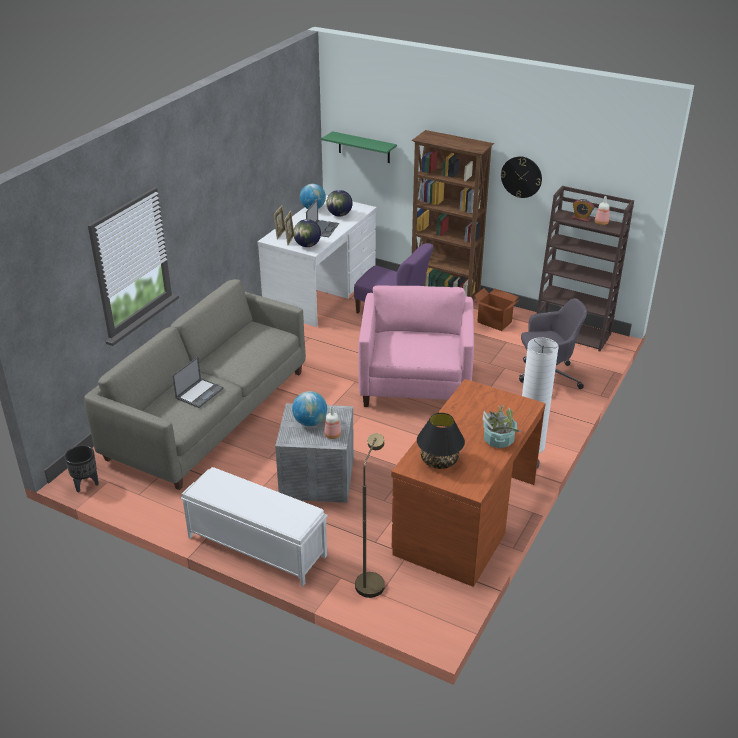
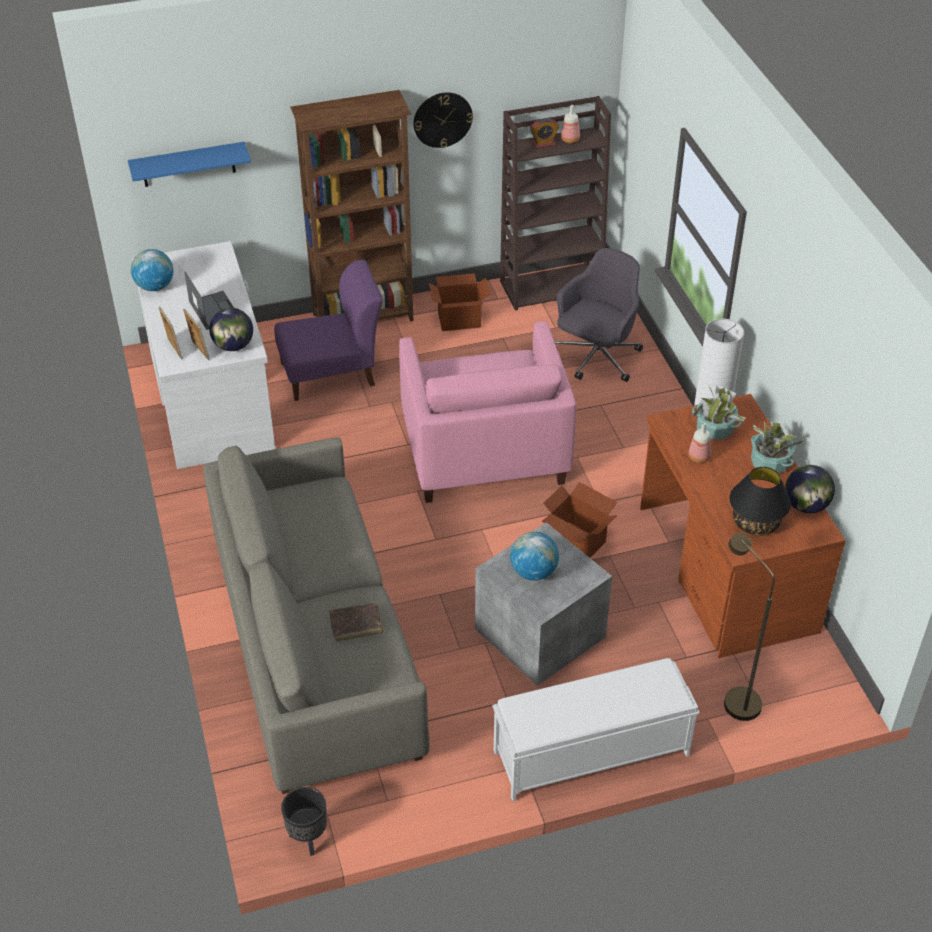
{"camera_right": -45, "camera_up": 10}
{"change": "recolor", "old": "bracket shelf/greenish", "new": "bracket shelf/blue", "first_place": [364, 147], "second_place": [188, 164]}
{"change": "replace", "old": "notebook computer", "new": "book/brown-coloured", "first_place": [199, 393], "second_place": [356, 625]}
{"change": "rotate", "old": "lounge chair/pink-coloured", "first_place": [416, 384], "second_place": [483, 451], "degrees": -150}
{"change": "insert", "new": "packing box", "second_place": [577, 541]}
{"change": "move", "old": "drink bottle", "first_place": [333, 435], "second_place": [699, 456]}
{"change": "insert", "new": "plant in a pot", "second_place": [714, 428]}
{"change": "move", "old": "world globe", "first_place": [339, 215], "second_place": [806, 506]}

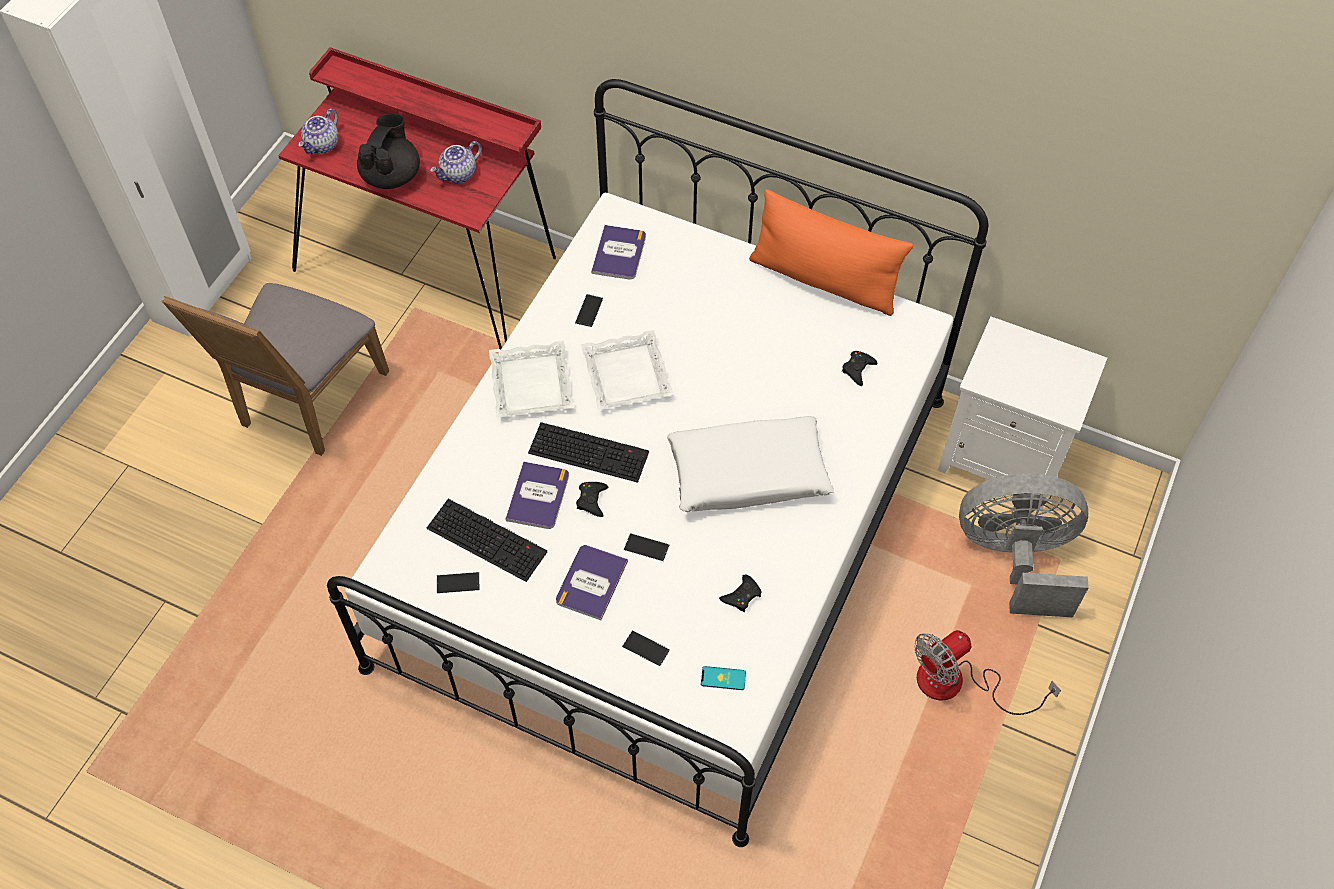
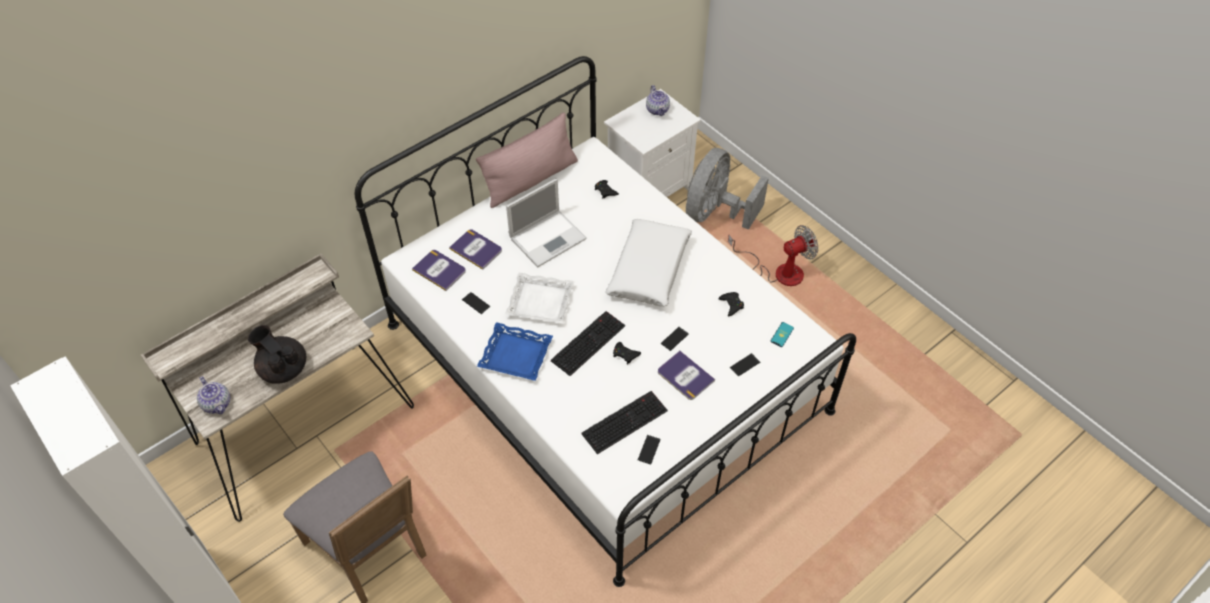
{"camera_right": -65, "camera_up": -5}
{"change": "recolor", "old": "desk unit/red-coloured", "new": "desk unit/beige-coloured", "first_place": [432, 262], "second_place": [301, 424]}
{"change": "move", "old": "book", "first_place": [538, 496], "second_place": [476, 249]}
{"change": "recolor", "old": "cushion/orangey", "new": "cushion/pink-coloured", "first_place": [824, 280], "second_place": [531, 180]}
{"change": "recolor", "old": "tray/white", "new": "tray/blue", "first_place": [532, 384], "second_place": [516, 355]}
{"change": "insert", "new": "notebook computer", "second_place": [549, 238]}
{"change": "move", "old": "pot for tea", "first_place": [458, 174], "second_place": [658, 110]}
{"change": "rotate", "old": "fan", "first_place": [957, 684], "second_place": [778, 271], "degrees": -105}

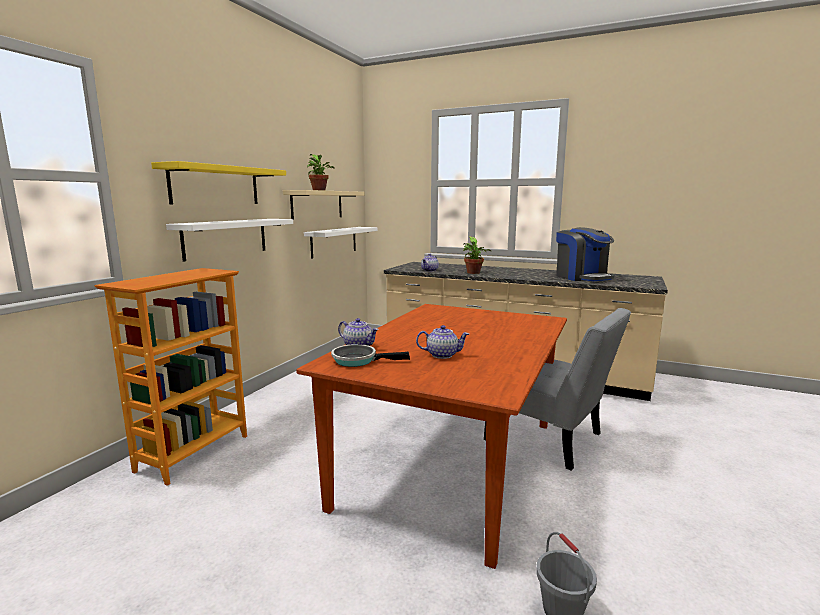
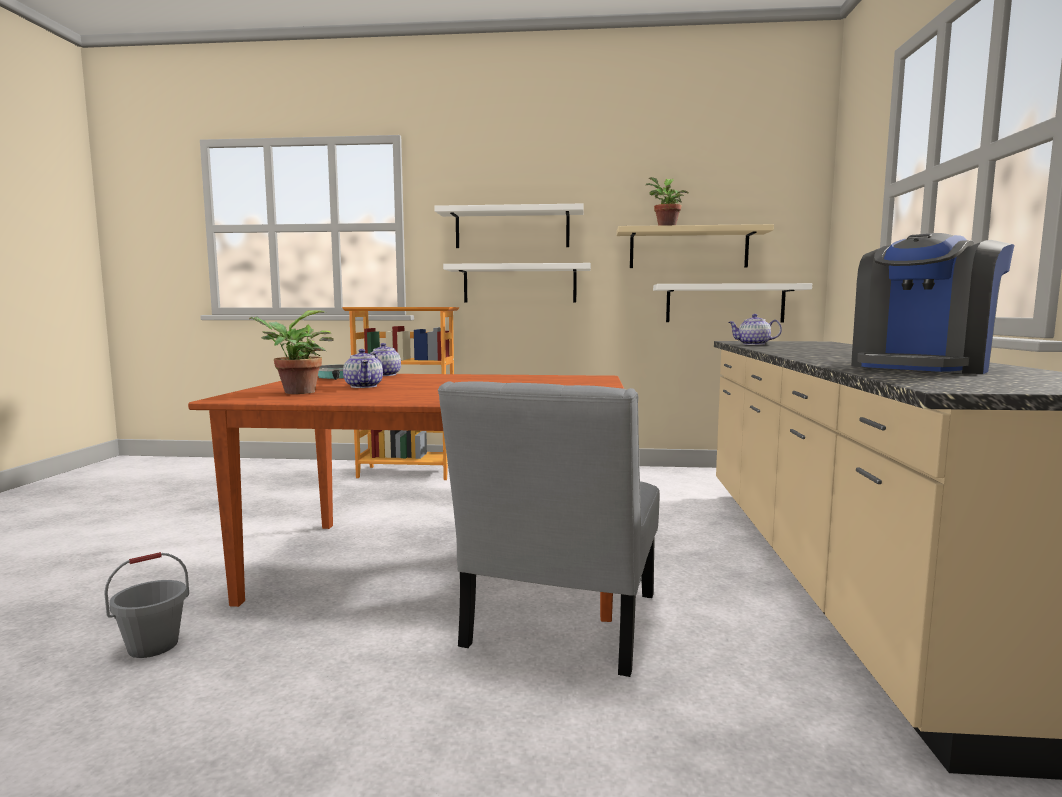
{"camera_right": 70, "camera_up": -5}
{"change": "move", "old": "plant in a pot", "first_place": [474, 273], "second_place": [295, 392]}
{"change": "recolor", "old": "bracket shelf/yellowish", "new": "bracket shelf/white", "first_place": [215, 185], "second_place": [512, 228]}

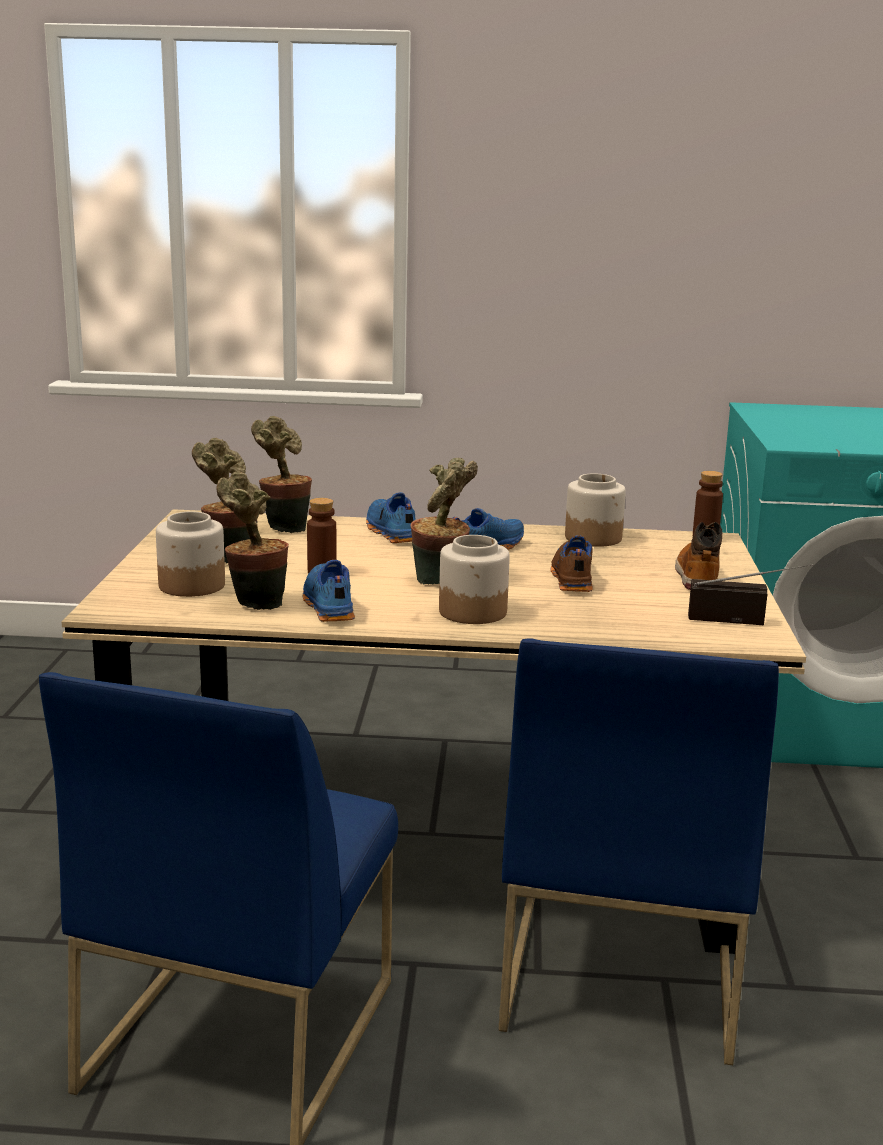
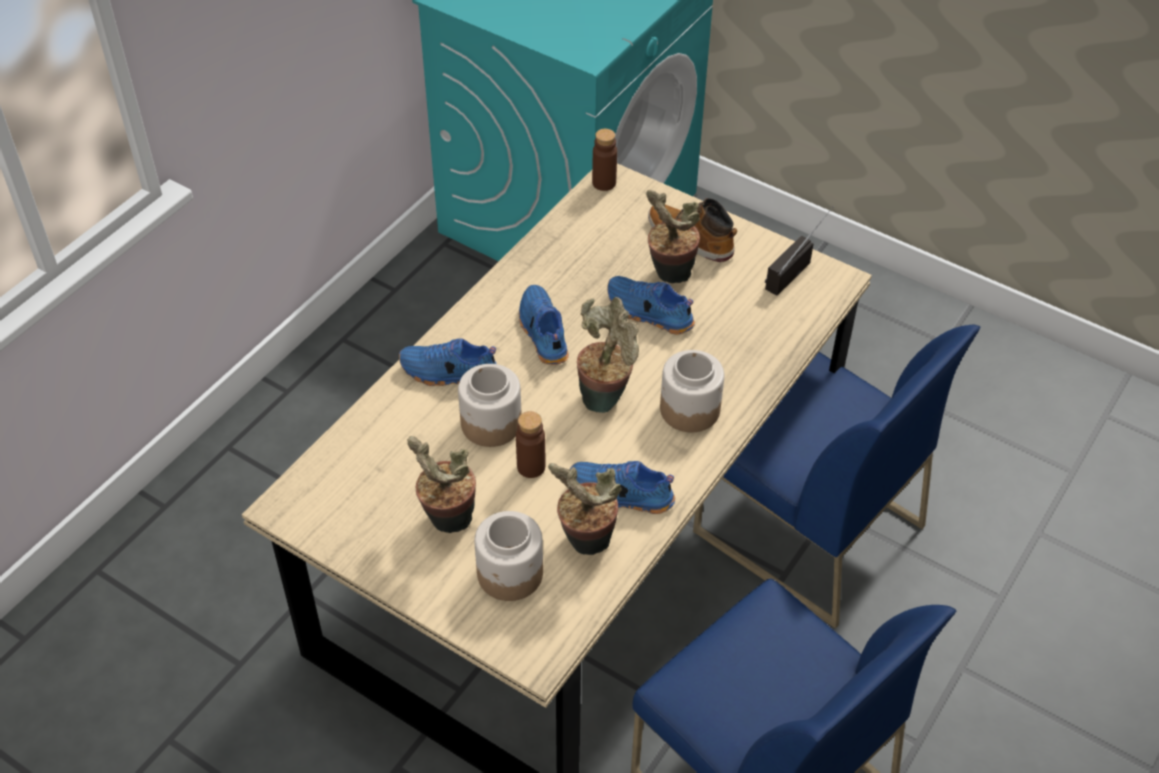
{"camera_right": -60, "camera_up": 30}
{"change": "move", "old": "storage jar", "first_place": [593, 538], "second_place": [490, 423]}
{"change": "recolor", "old": "low shoe/brown-coloured", "new": "low shoe/blue", "first_place": [571, 578], "second_place": [648, 313]}
{"change": "move", "old": "plant in a pot", "first_place": [284, 528], "second_place": [669, 274]}

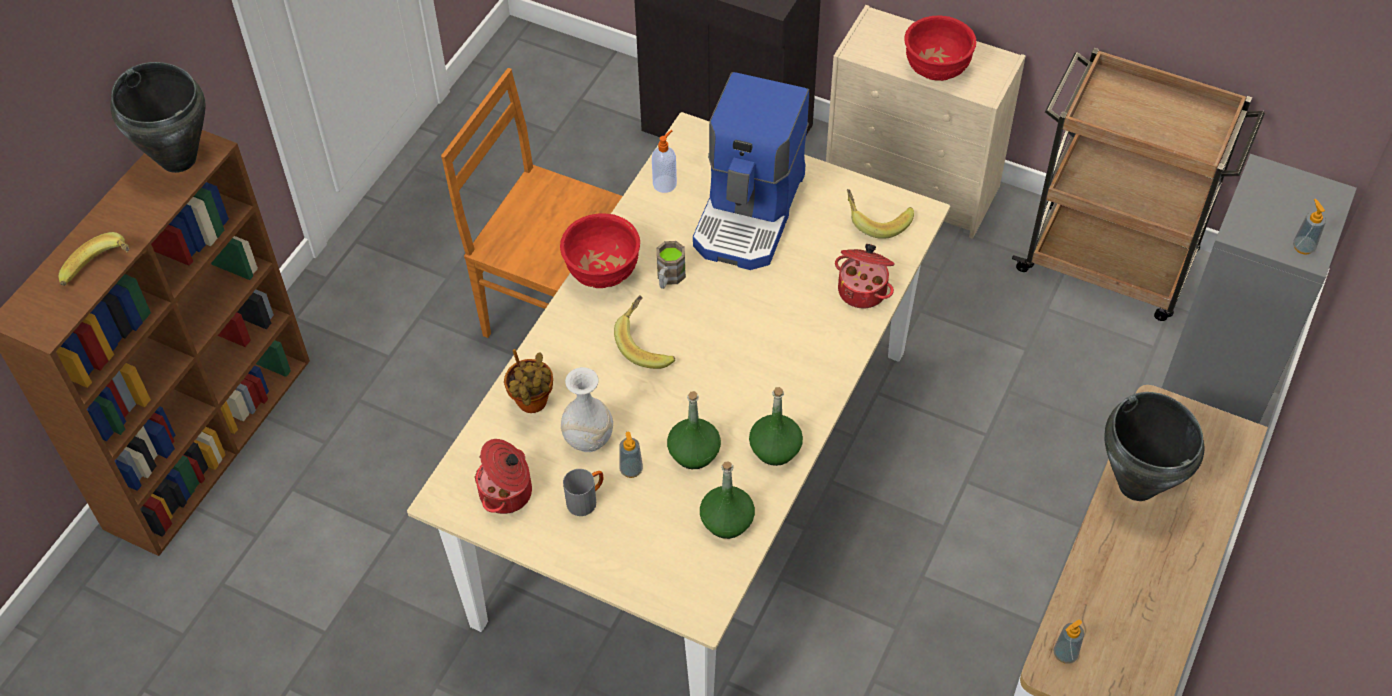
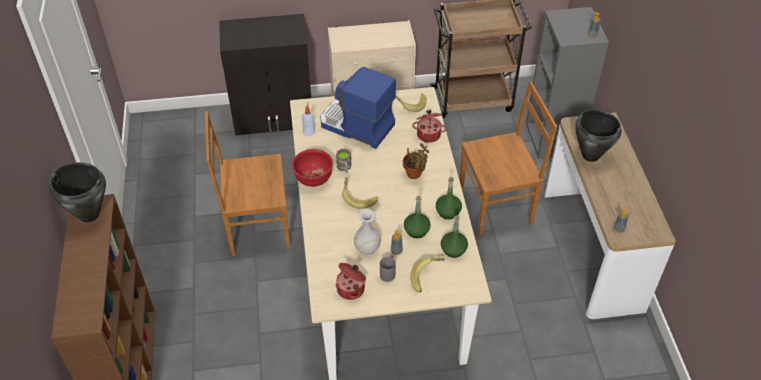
{"camera_right": -35, "camera_up": -5}
{"change": "rotate", "old": "coffee maker", "first_place": [750, 213], "second_place": [356, 126], "degrees": 135}
{"change": "move", "old": "plant in a pot", "first_place": [532, 404], "second_place": [415, 175]}
{"change": "move", "old": "banana", "first_place": [102, 272], "second_place": [427, 278]}
{"change": "insert", "new": "plain chair/brown-coloured", "second_place": [497, 206]}
{"change": "delete", "old": "serving bowl/red-coloured", "first_place": [935, 69]}

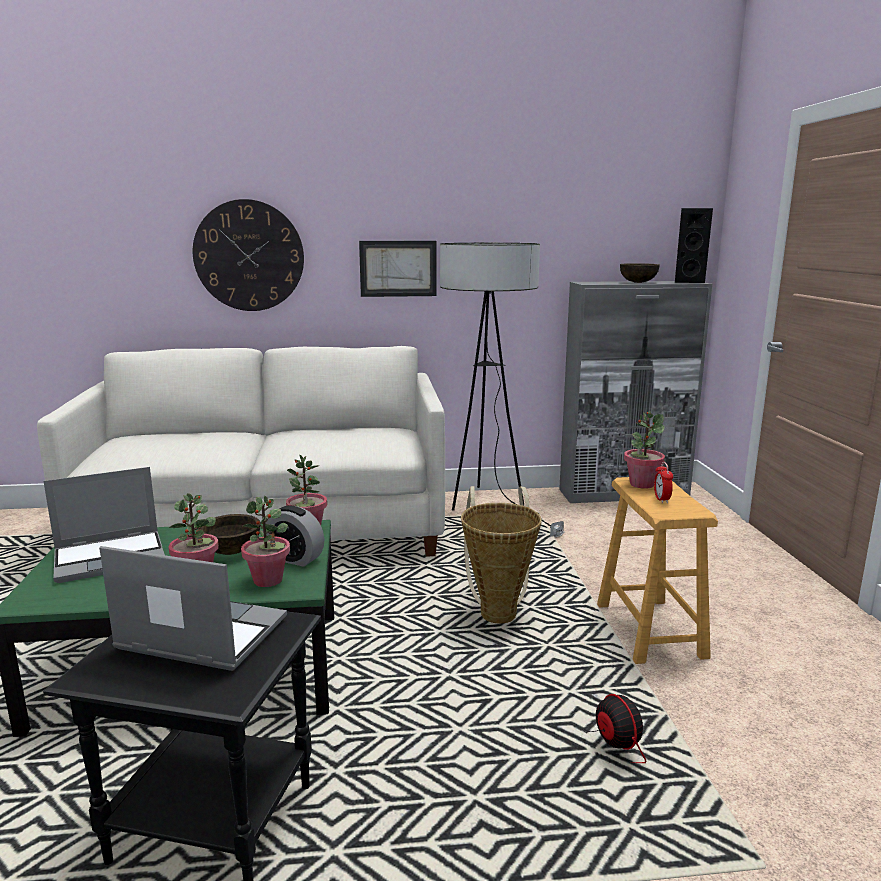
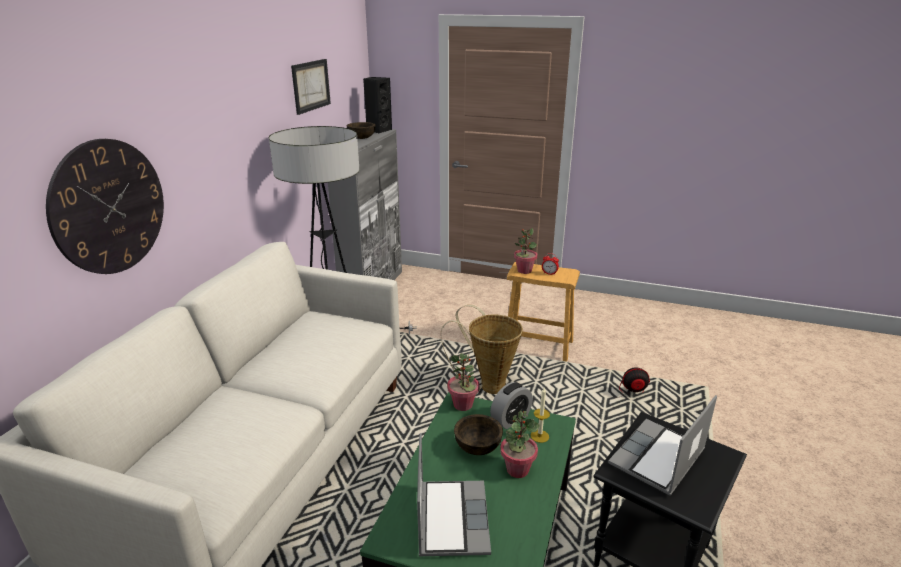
{"camera_right": -65, "camera_up": 10}
{"change": "move", "old": "picture", "first_place": [398, 268], "second_place": [311, 85]}
{"change": "replace", "old": "plant in a pot", "new": "wax light", "first_place": [268, 580], "second_place": [539, 436]}

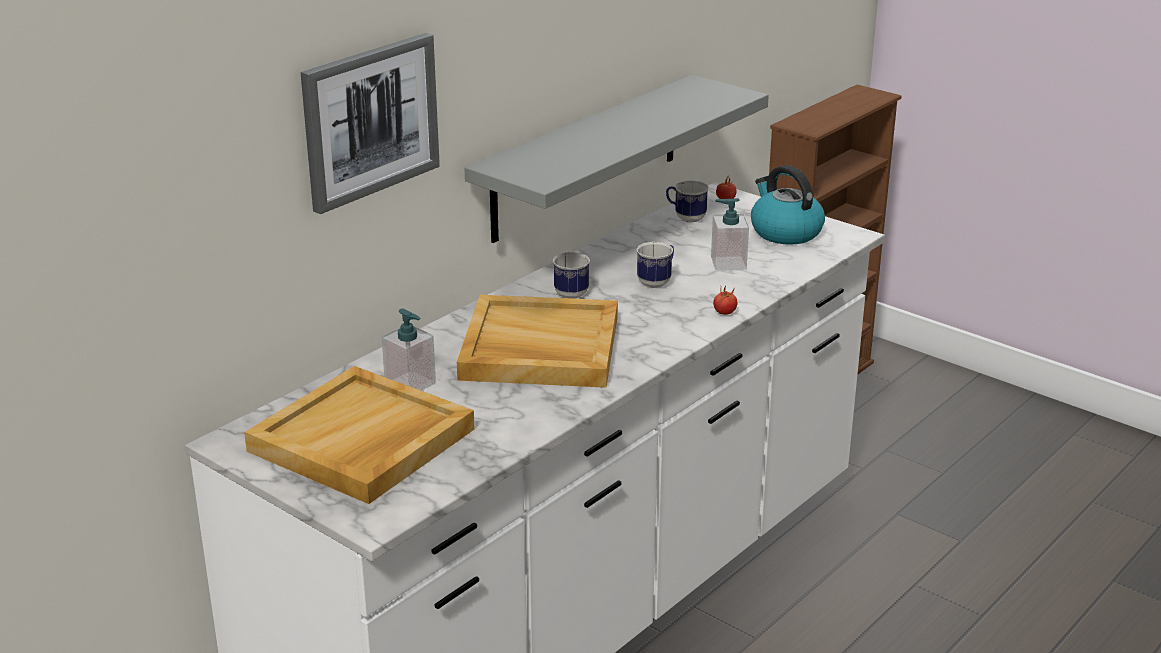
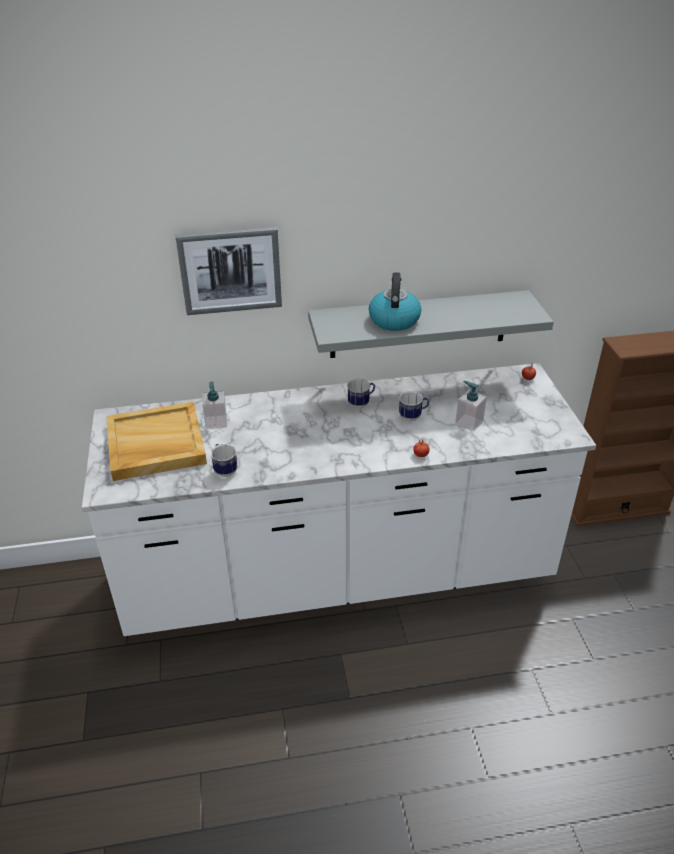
{"camera_right": 40, "camera_up": 10}
{"change": "move", "old": "mug", "first_place": [685, 218], "second_place": [224, 470]}
{"change": "move", "old": "water kettle", "first_place": [784, 232], "second_place": [394, 319]}
{"change": "delete", "old": "tray/beige-coloured", "first_place": [538, 348]}

